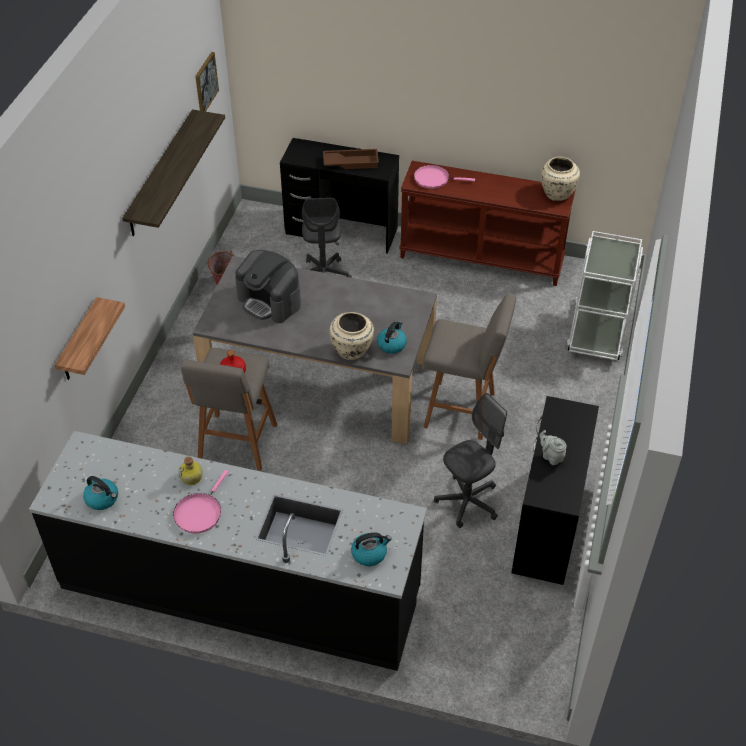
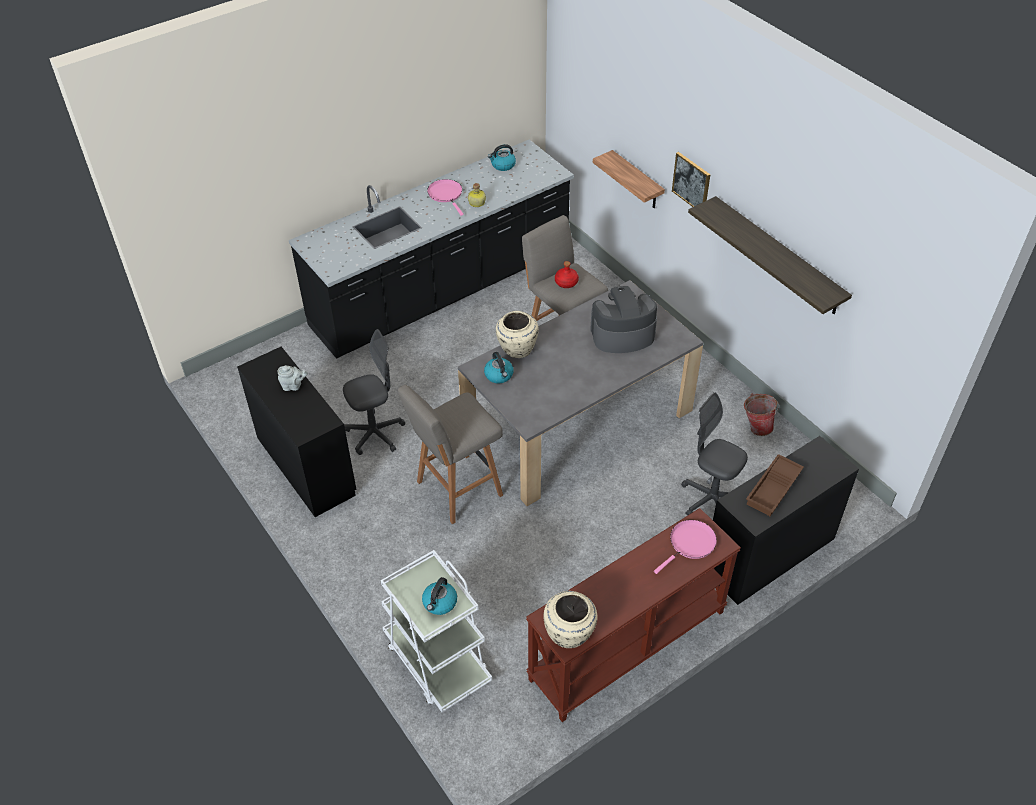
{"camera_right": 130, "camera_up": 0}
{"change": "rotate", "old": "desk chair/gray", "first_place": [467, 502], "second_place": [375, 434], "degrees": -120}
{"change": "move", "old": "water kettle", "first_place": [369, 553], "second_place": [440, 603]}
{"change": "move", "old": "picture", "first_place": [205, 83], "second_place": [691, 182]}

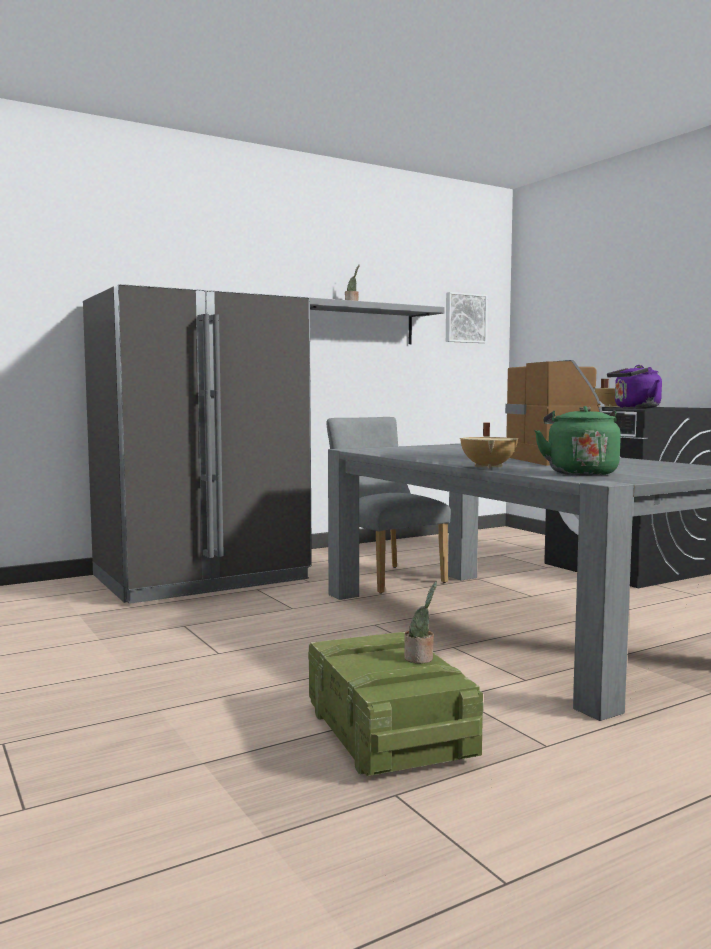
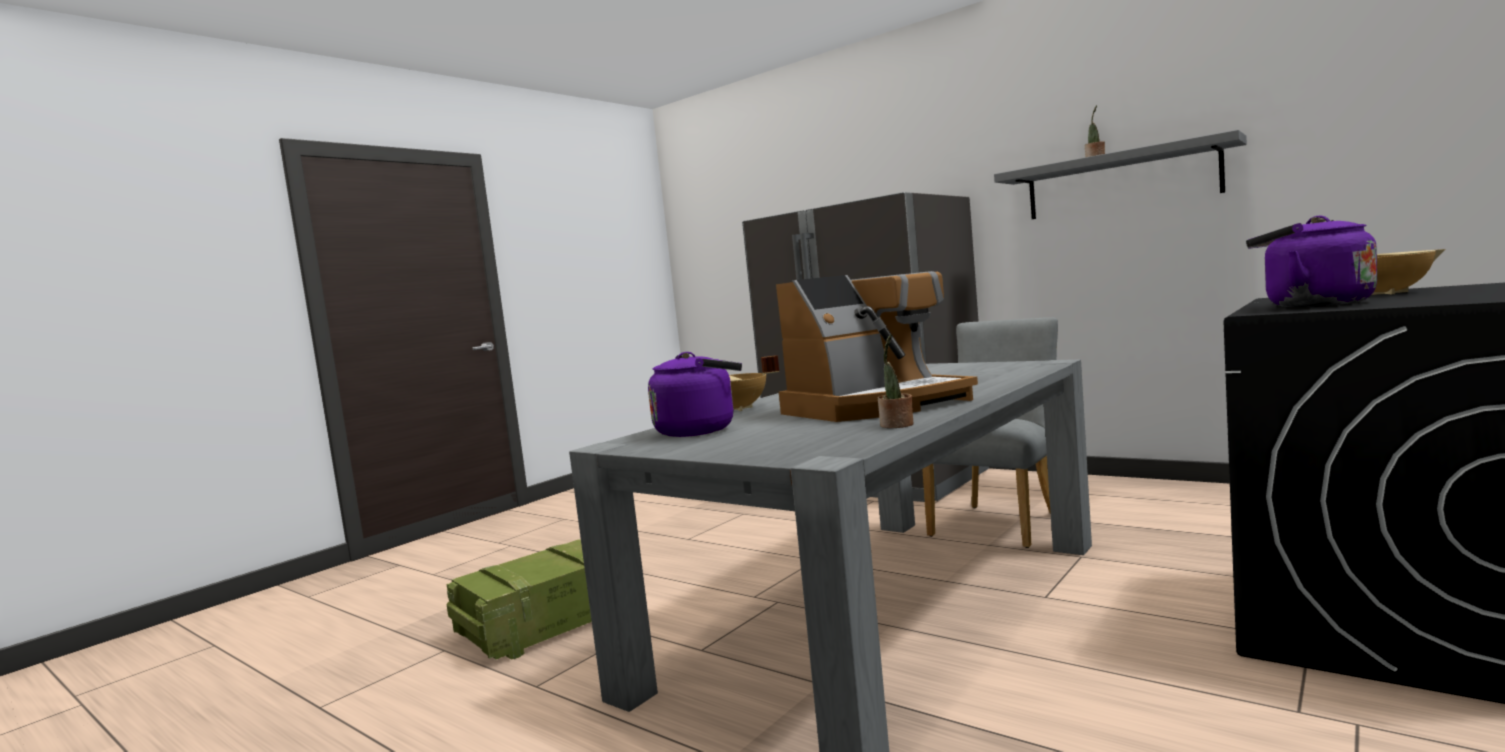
{"camera_right": 70, "camera_up": 0}
{"change": "recolor", "old": "water kettle/greenish", "new": "water kettle/purple", "first_place": [580, 473], "second_place": [700, 430]}
{"change": "move", "old": "plant in a pot", "first_place": [420, 659], "second_place": [896, 425]}
{"change": "delete", "old": "picture", "first_place": [464, 318]}

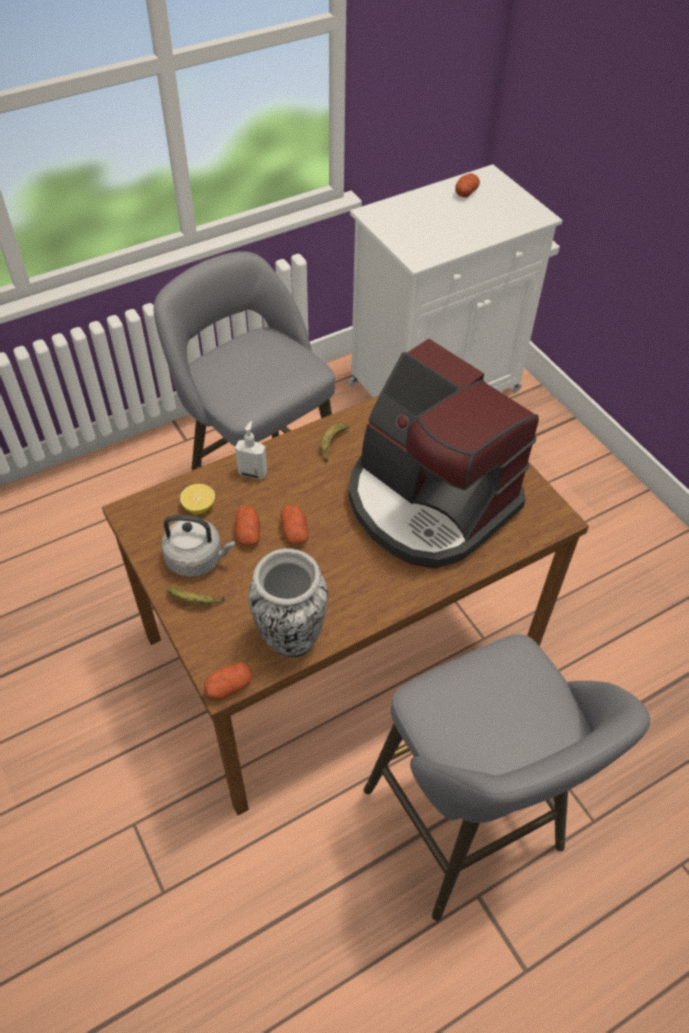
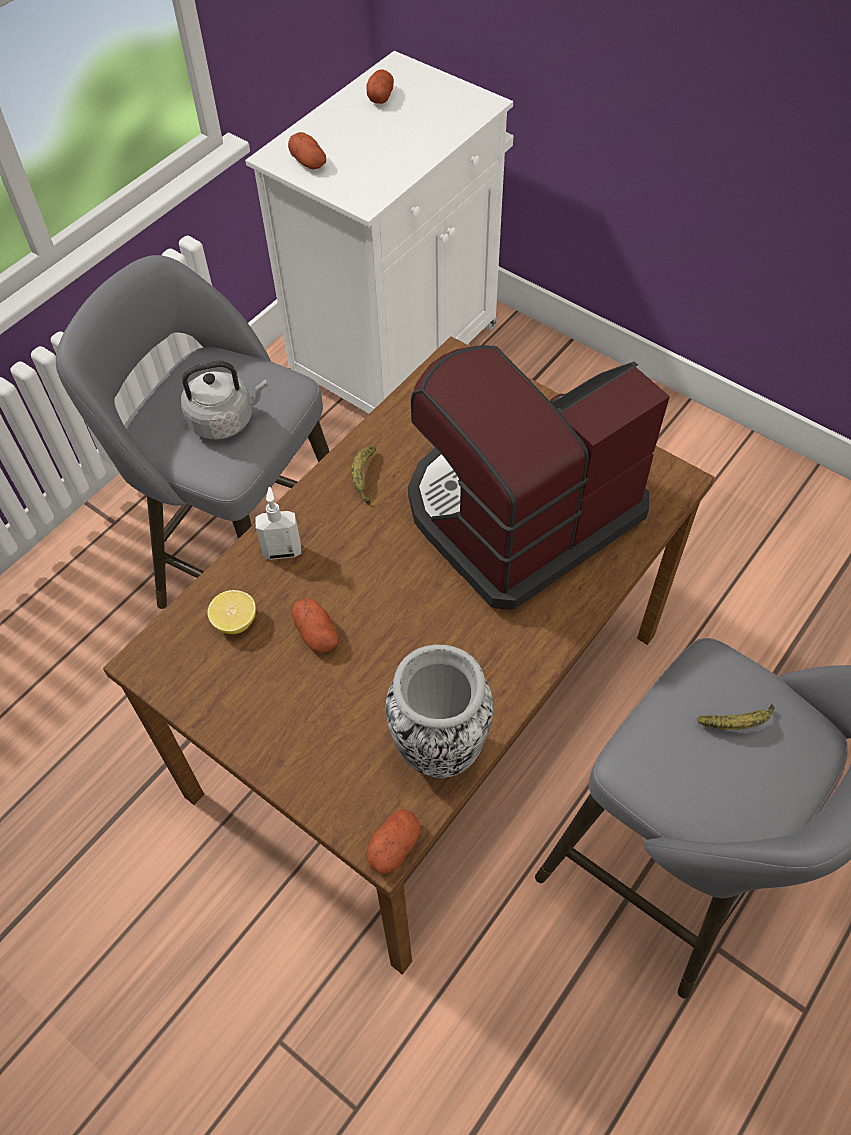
{"camera_right": -20, "camera_up": 5}
{"change": "move", "old": "water kettle/gray", "first_place": [198, 559], "second_place": [225, 420]}
{"change": "move", "old": "whole potato", "first_place": [294, 532], "second_place": [308, 162]}
{"change": "rotate", "old": "coffee maker", "first_place": [428, 502], "second_place": [518, 513], "degrees": 120}
{"change": "move", "old": "banana", "first_place": [194, 601], "second_place": [738, 723]}

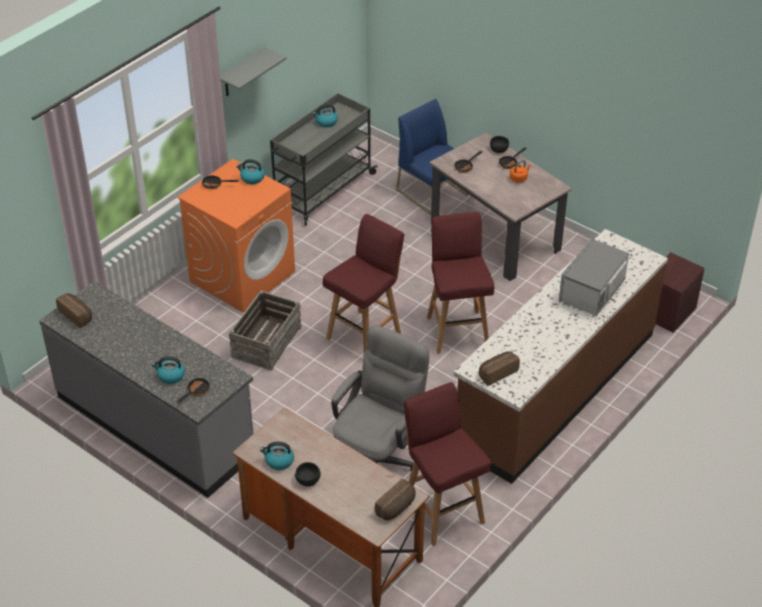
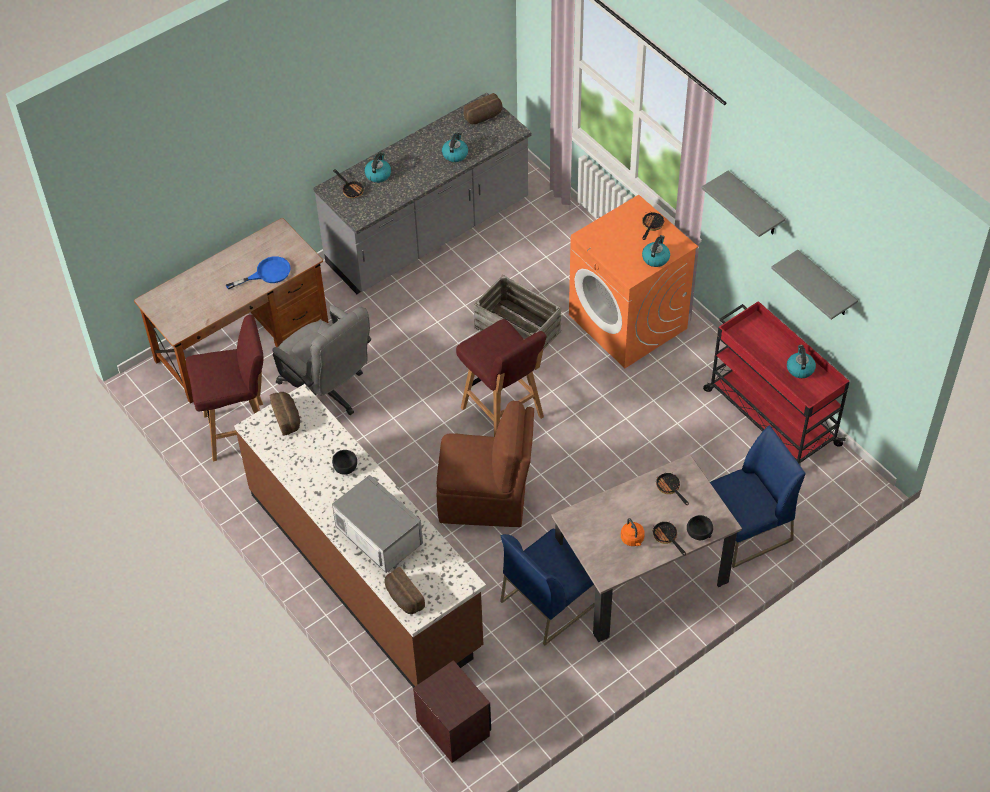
{"camera_right": 105, "camera_up": 10}
{"change": "insert", "new": "pan/blue", "second_place": [267, 273]}
{"change": "move", "old": "serving bowl/black", "first_place": [308, 480], "second_place": [345, 467]}
{"change": "move", "old": "baked bread", "first_place": [397, 508], "second_place": [403, 598]}
{"change": "replace", "old": "sitting stool/red-coloured", "new": "plain chair/brown-coloured", "first_place": [457, 330], "second_place": [485, 499]}
{"change": "move", "old": "water kettle", "first_place": [279, 461], "second_place": [455, 154]}
{"change": "insert", "new": "plain chair/blue", "second_place": [549, 601]}
{"change": "recolor", "old": "cart/gray", "new": "cart/red-coloured", "first_place": [322, 191], "second_place": [770, 416]}
{"change": "insert", "new": "bracket shelf/gray", "second_place": [825, 285]}

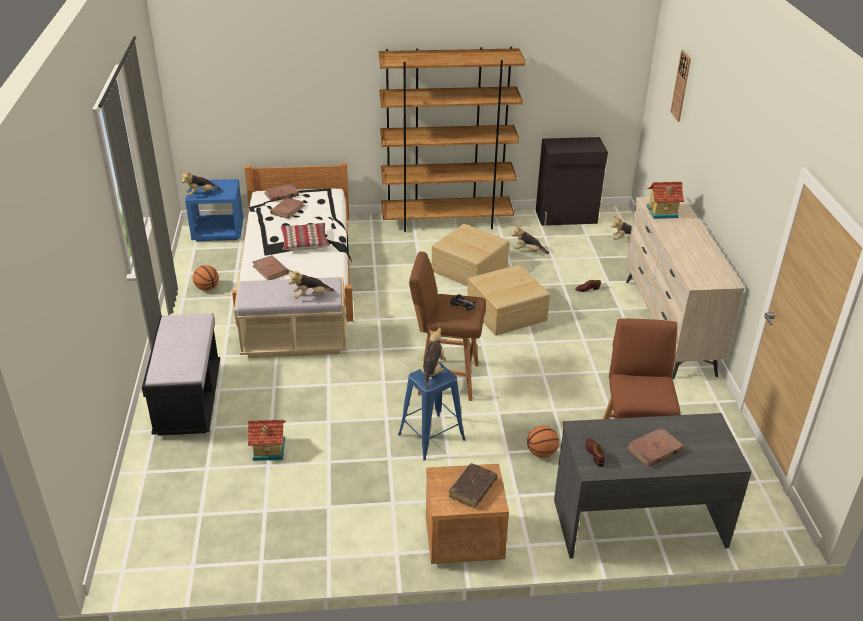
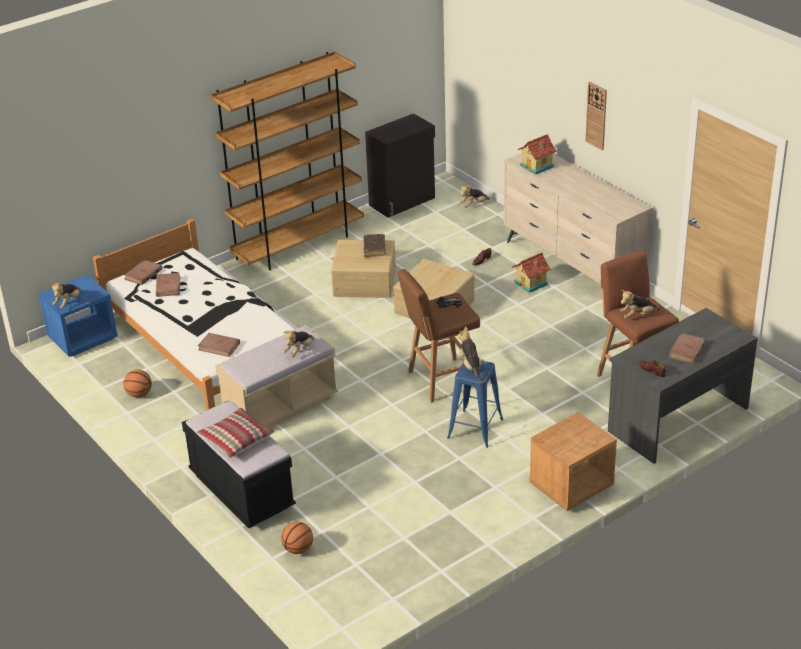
{"camera_right": -30, "camera_up": 0}
{"change": "move", "old": "cushion", "first_place": [304, 242], "second_place": [236, 439]}
{"change": "move", "old": "basketball", "first_place": [541, 453], "second_place": [298, 549]}
{"change": "move", "old": "book/brown-coloured", "first_place": [472, 489], "second_place": [374, 248]}
{"change": "move", "old": "toy house", "first_place": [269, 450], "second_place": [531, 283]}
{"change": "move", "old": "wall clock", "first_place": [681, 86], "second_place": [596, 115]}
{"change": "move", "old": "plush toy", "first_place": [528, 251], "second_place": [637, 315]}

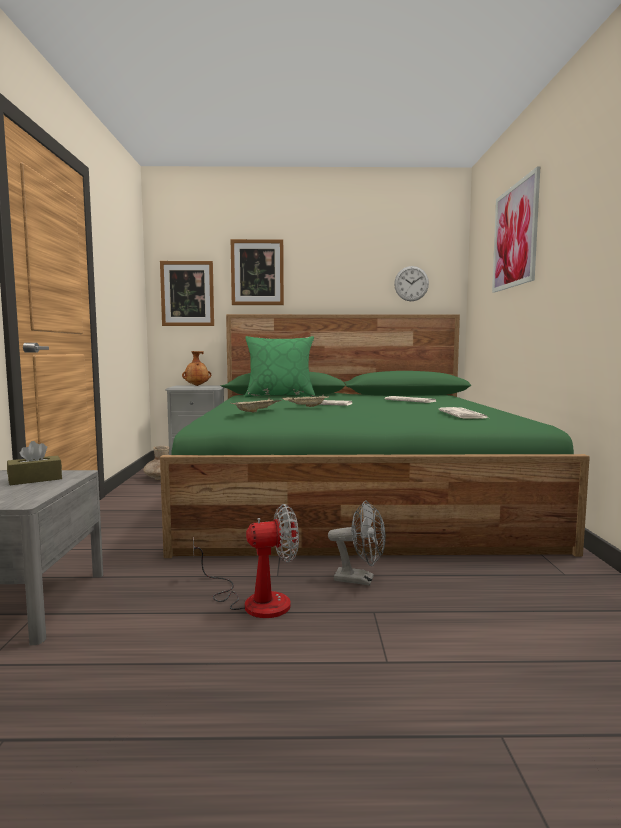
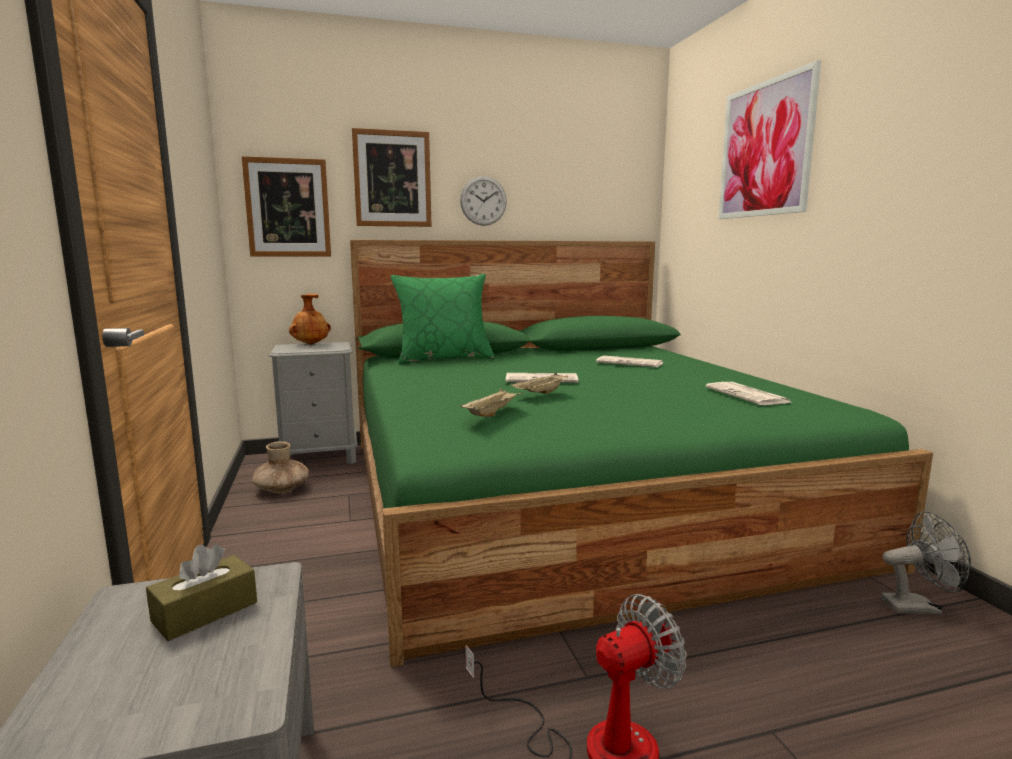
{"camera_right": -15, "camera_up": 5}
{"change": "move", "old": "wall clock", "first_place": [411, 283], "second_place": [483, 201]}
{"change": "move", "old": "fan/gray", "first_place": [360, 580], "second_place": [918, 606]}

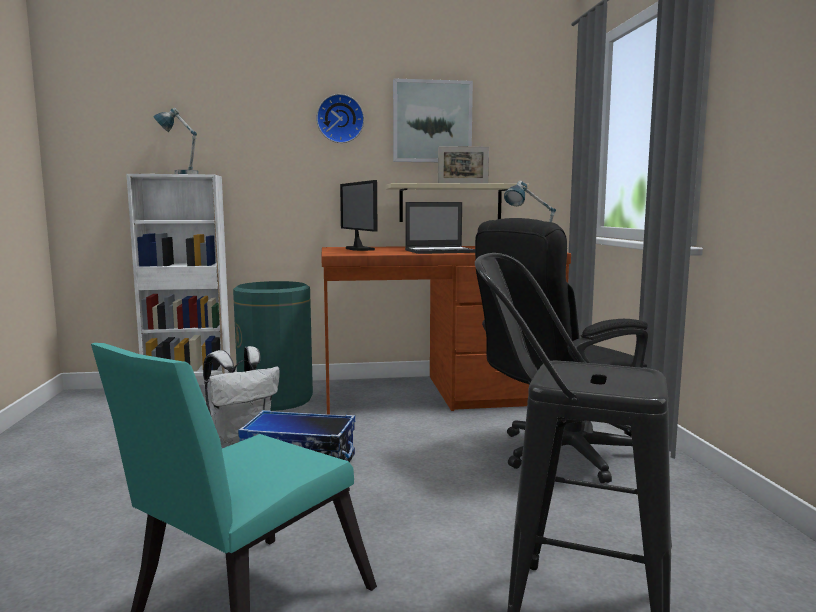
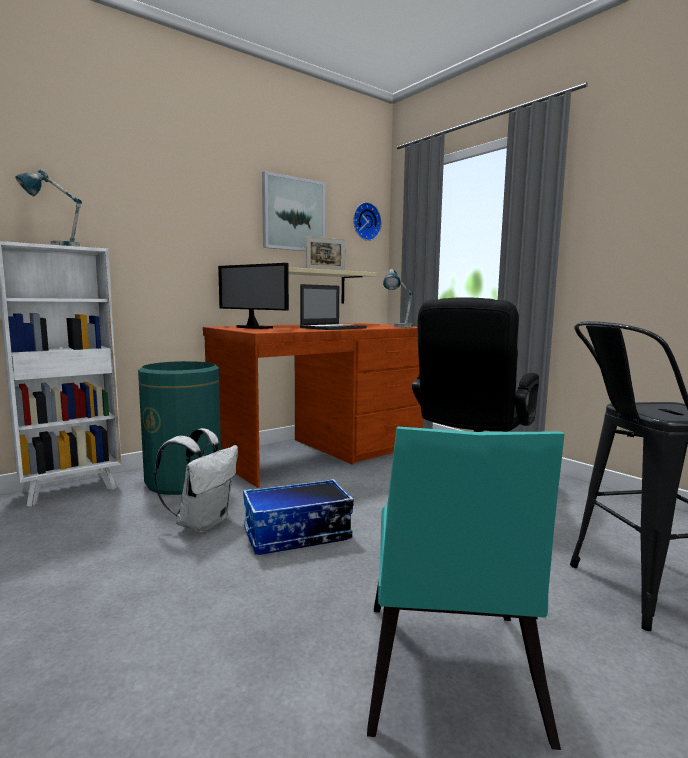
{"camera_right": -30, "camera_up": 0}
{"change": "move", "old": "wall clock", "first_place": [340, 119], "second_place": [365, 222]}

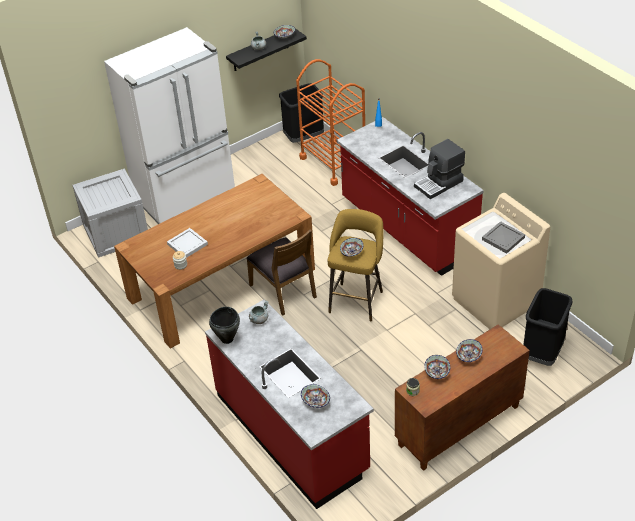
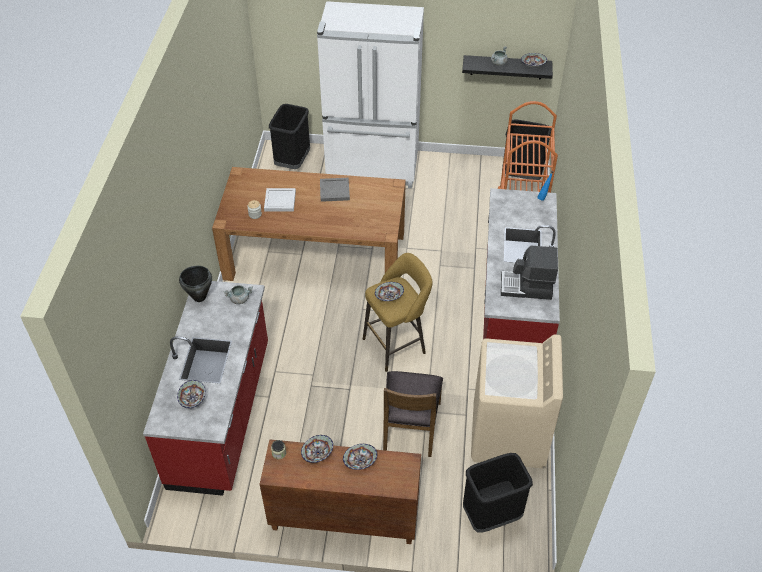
{"camera_right": 40, "camera_up": 5}
{"change": "replace", "old": "crate", "new": "waste bin/black", "first_place": [115, 232], "second_place": [292, 161]}
{"change": "move", "old": "tray/gray", "first_place": [502, 238], "second_place": [334, 190]}
{"change": "move", "old": "plain chair/brown-coloured", "first_place": [284, 290], "second_place": [410, 426]}

